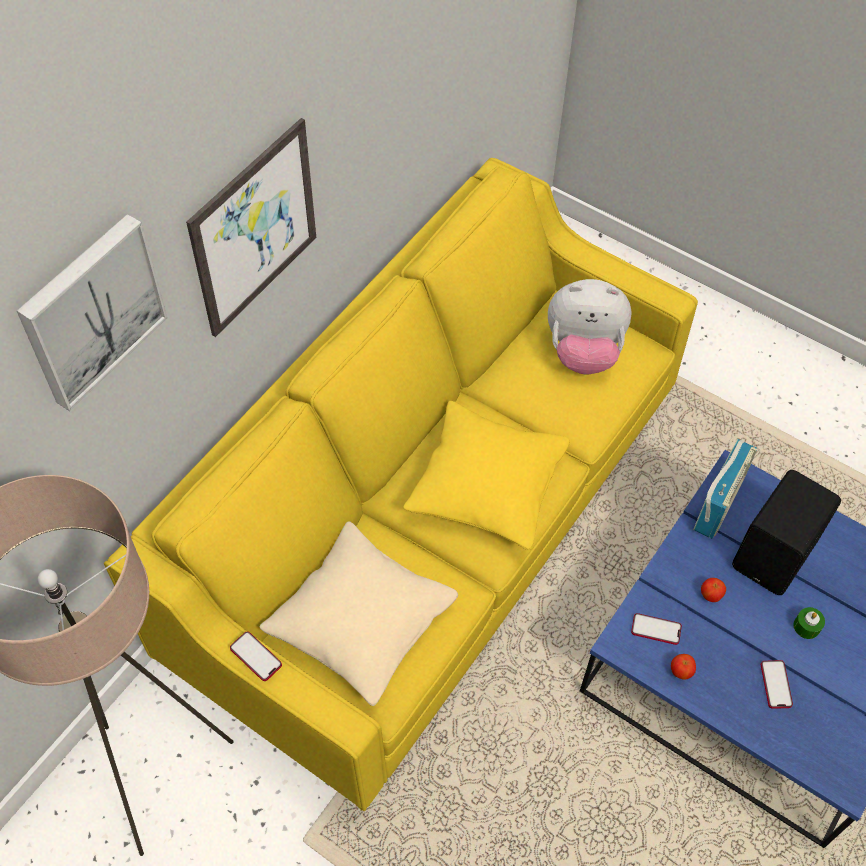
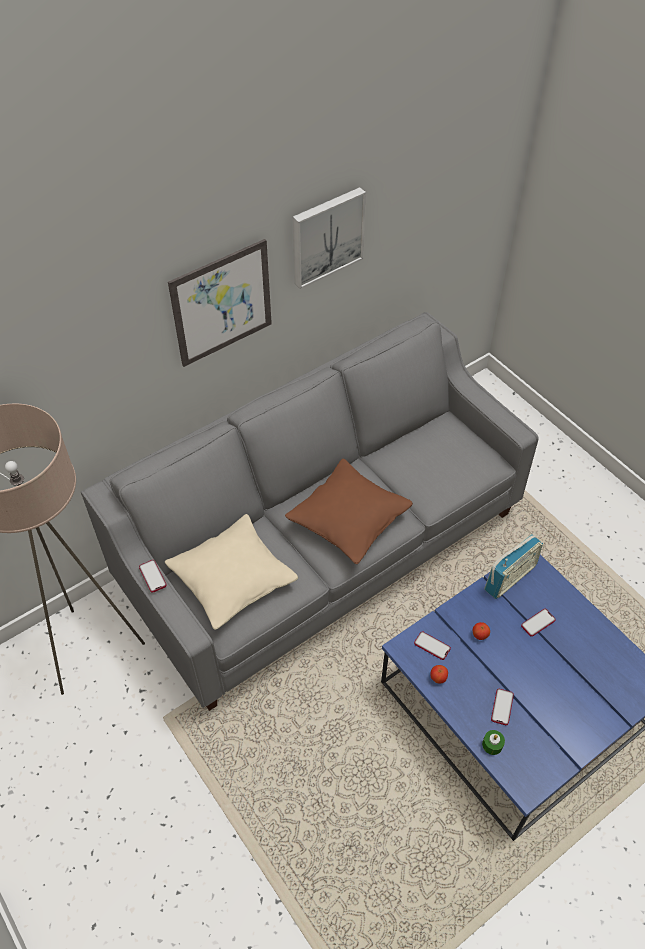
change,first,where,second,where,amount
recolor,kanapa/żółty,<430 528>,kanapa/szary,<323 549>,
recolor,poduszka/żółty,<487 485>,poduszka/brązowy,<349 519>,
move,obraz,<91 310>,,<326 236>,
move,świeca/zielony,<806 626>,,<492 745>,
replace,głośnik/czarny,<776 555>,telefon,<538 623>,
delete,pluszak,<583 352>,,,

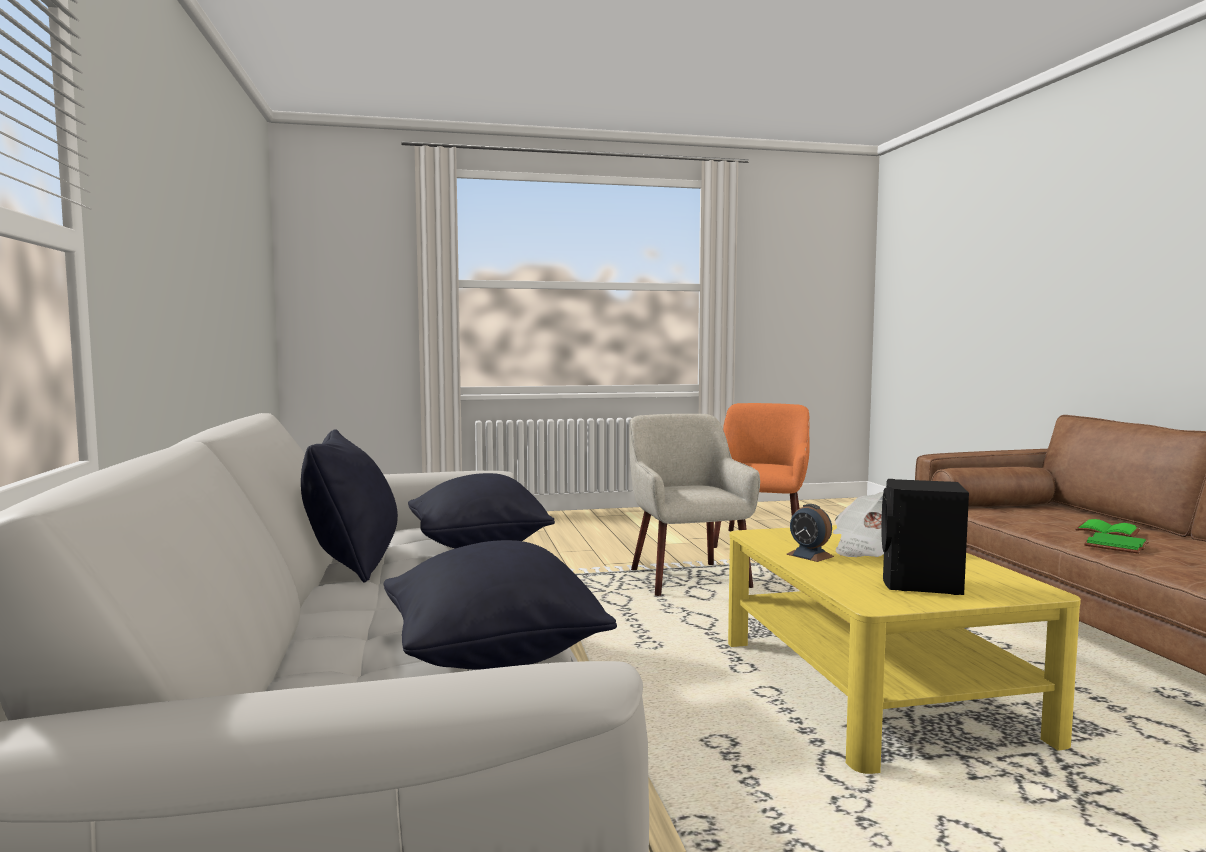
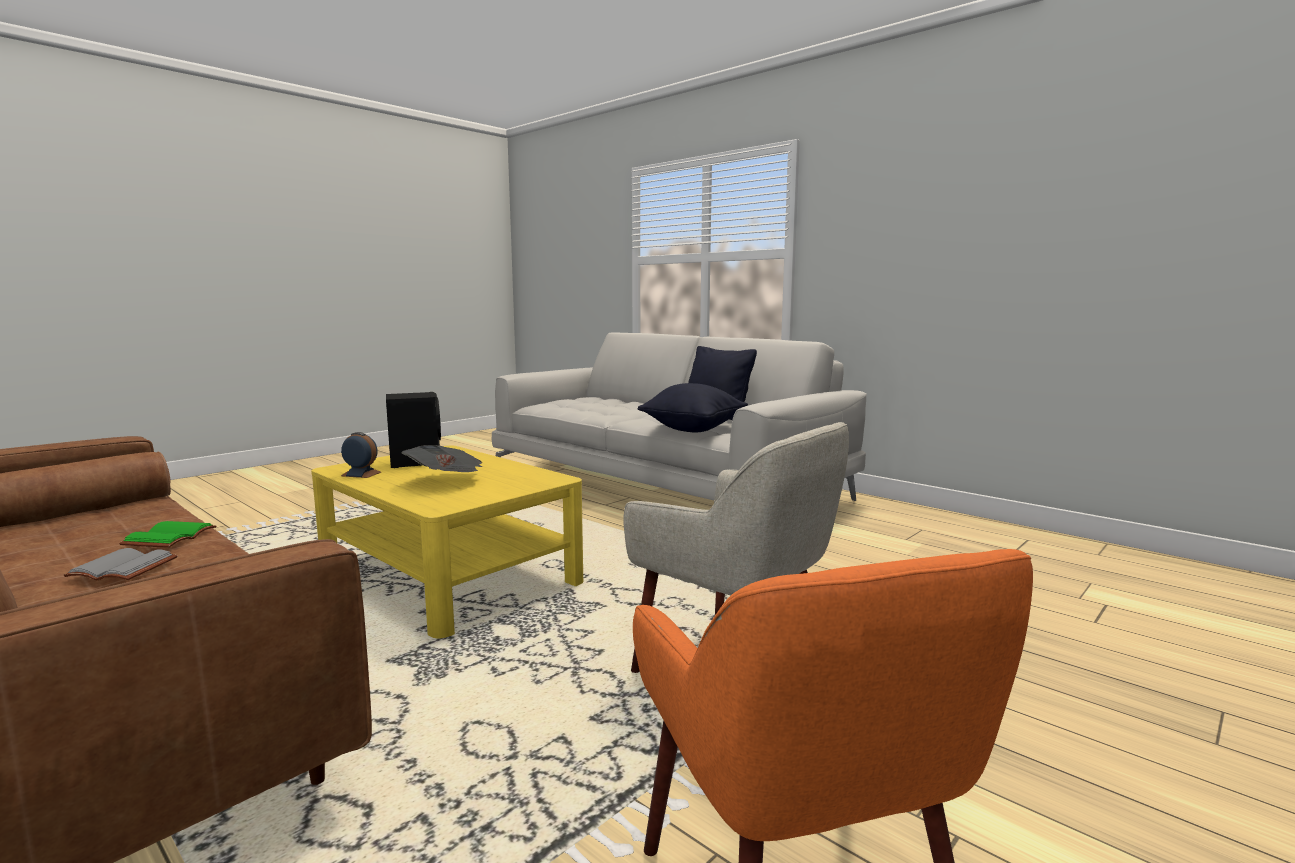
change,first,where,second,where,amount
recolor,książka/zielony,<1106 532>,książka/szary,<126 568>,
move,budzik,<810 555>,,<361 474>,
delete,poduszka/czarny,<492 657>,,,

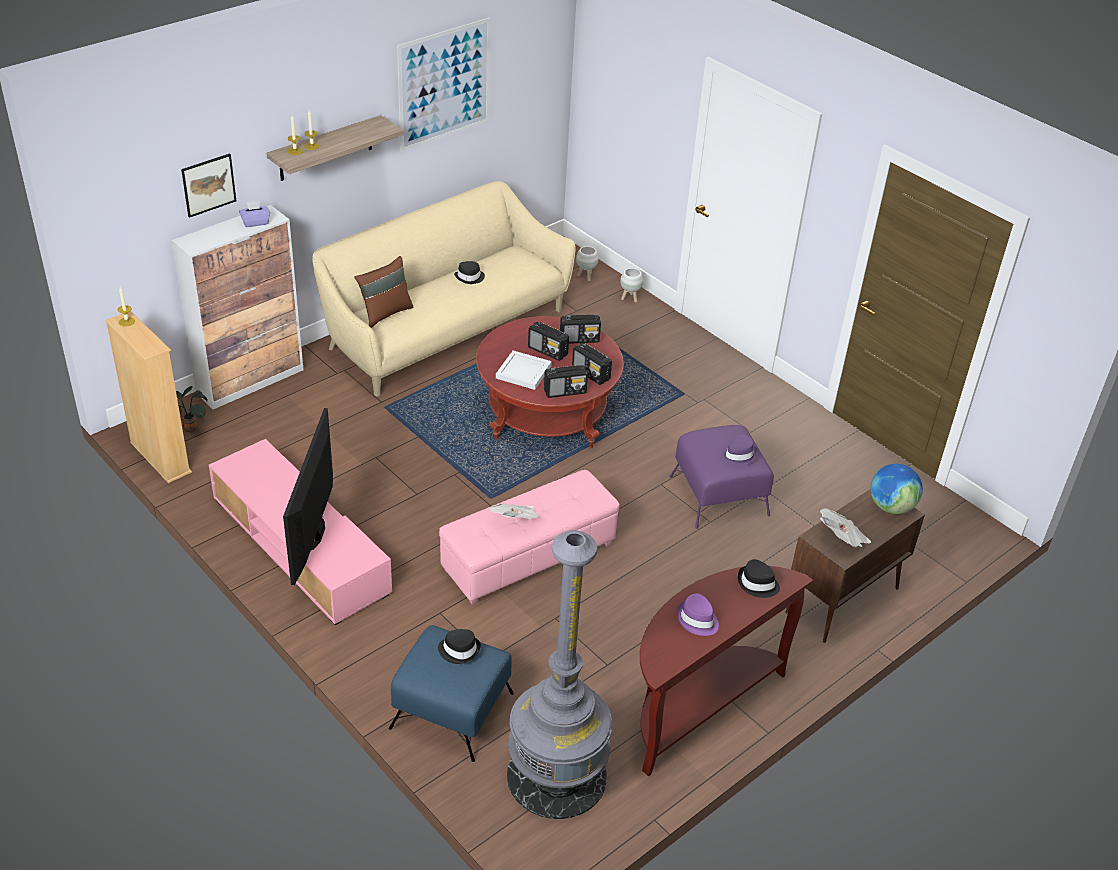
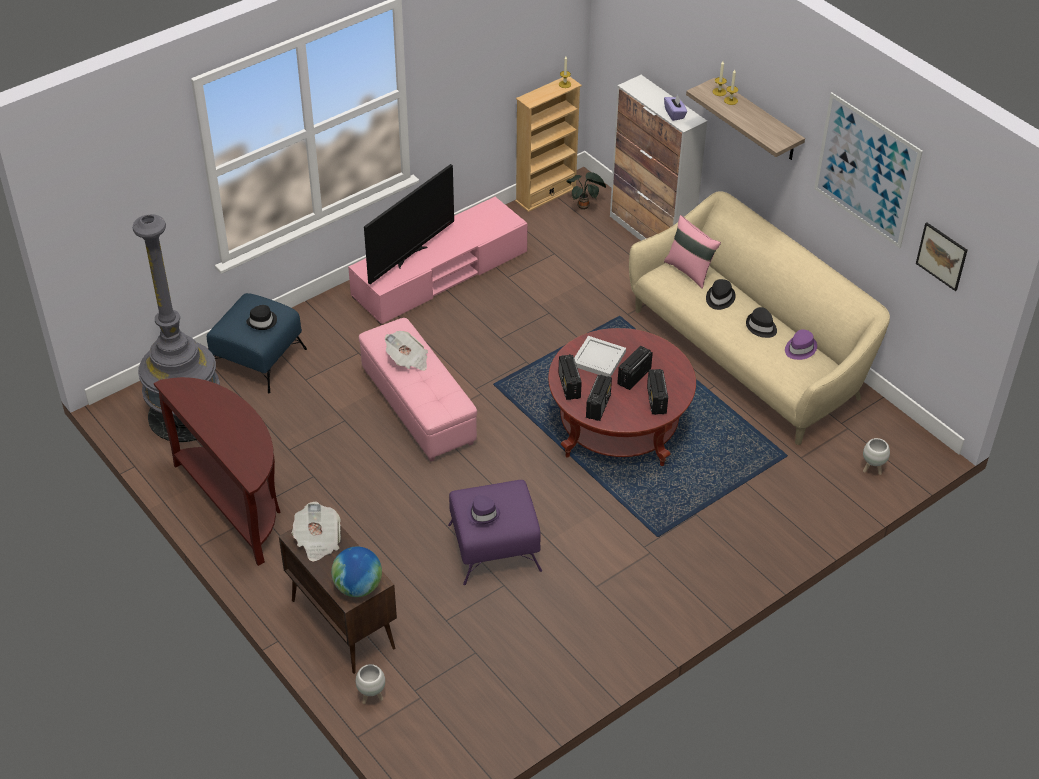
change,first,where,second,where,amount
move,donica/biały,<630 298>,,<372 697>,
rotate,telewizor,<316 534>,,<410 256>,120 degrees clockwise
rotate,radio,<591 374>,,<598 406>,150 degrees clockwise
recolor,poduszka/brązowy,<385 313>,poduszka/różowy,<690 271>,
move,kapelusz/czarny,<757 584>,,<719 298>,
move,kapelusz/fioletowy,<697 620>,,<799 348>,
move,obraz,<208 185>,,<942 256>,

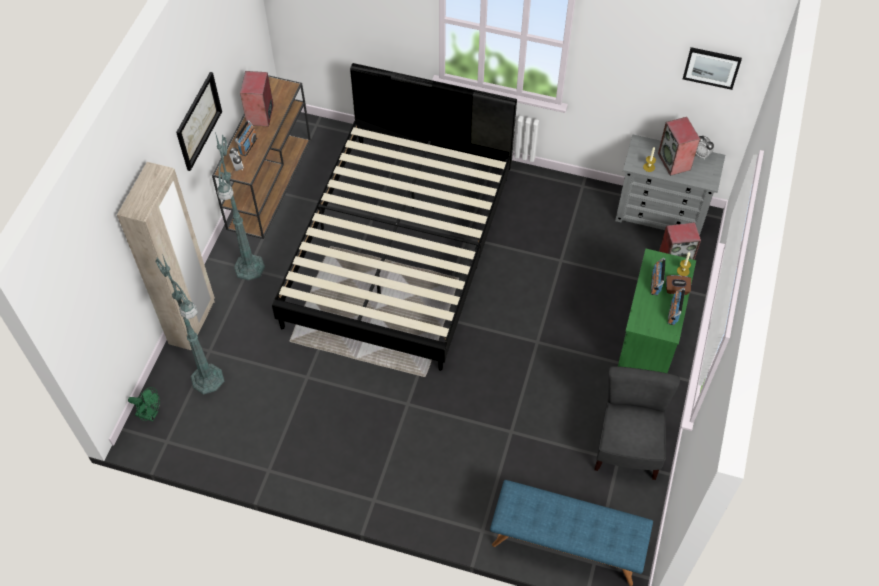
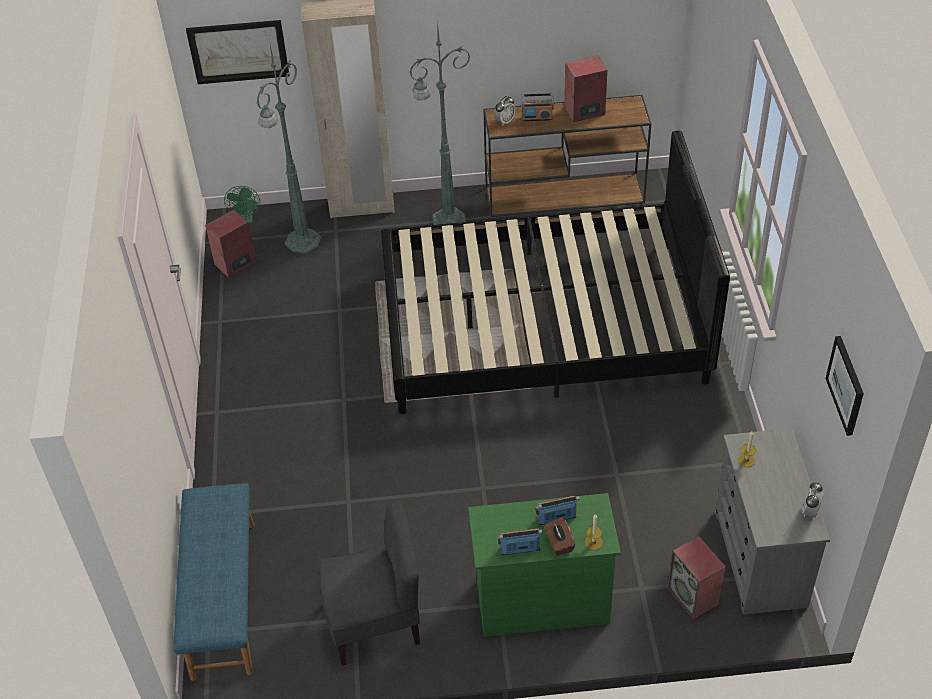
change,first,where,second,where,amount
move,obraz,<198 121>,,<238 51>,
move,głośnik,<674 162>,,<235 264>,

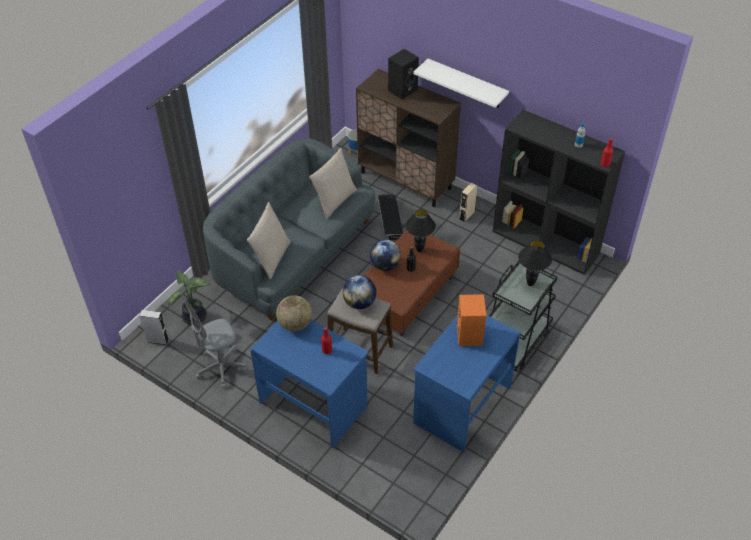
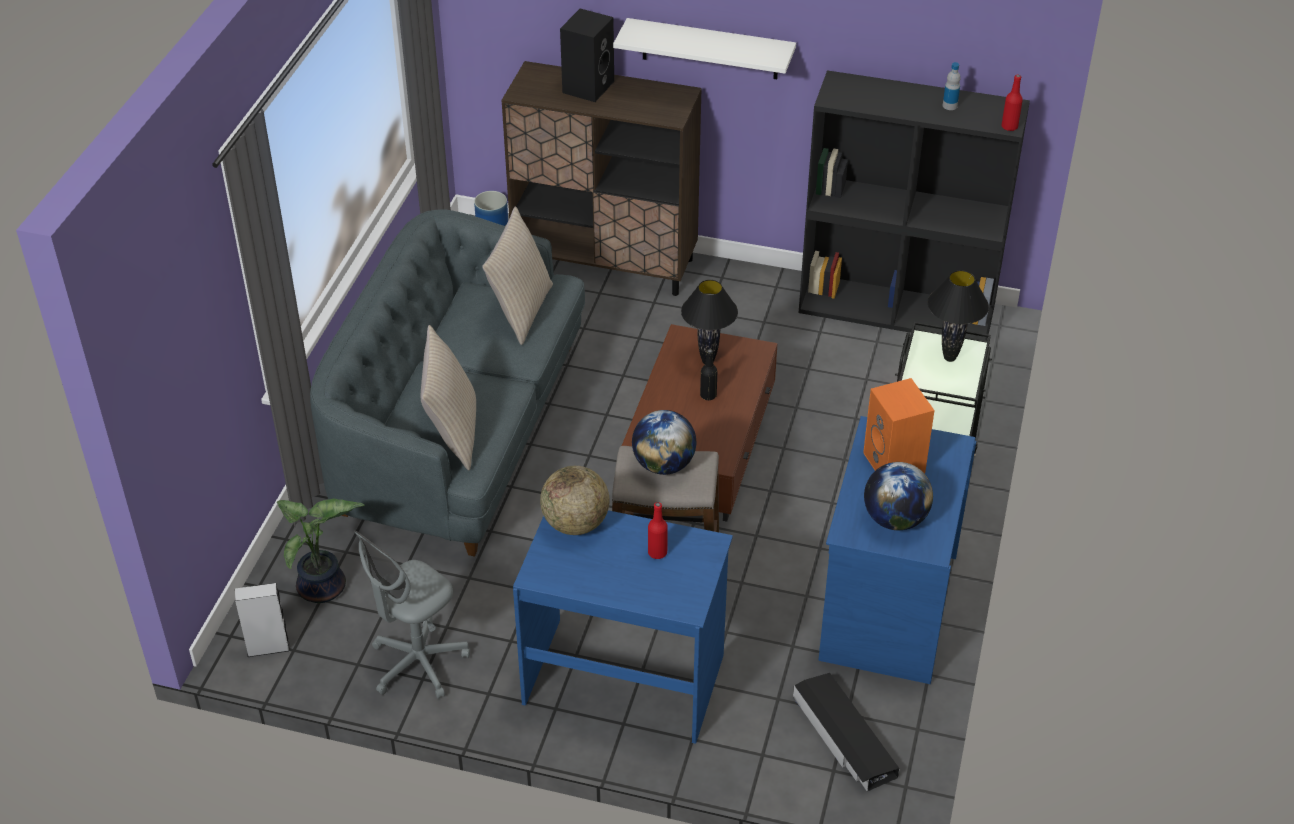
change,first,where,second,where,amount
move,pojemnik do przechowywania/czarny,<390 220>,,<844 737>,
move,globus,<385 265>,,<895 519>,
delete,głośnik/beżowy,<466 216>,,,

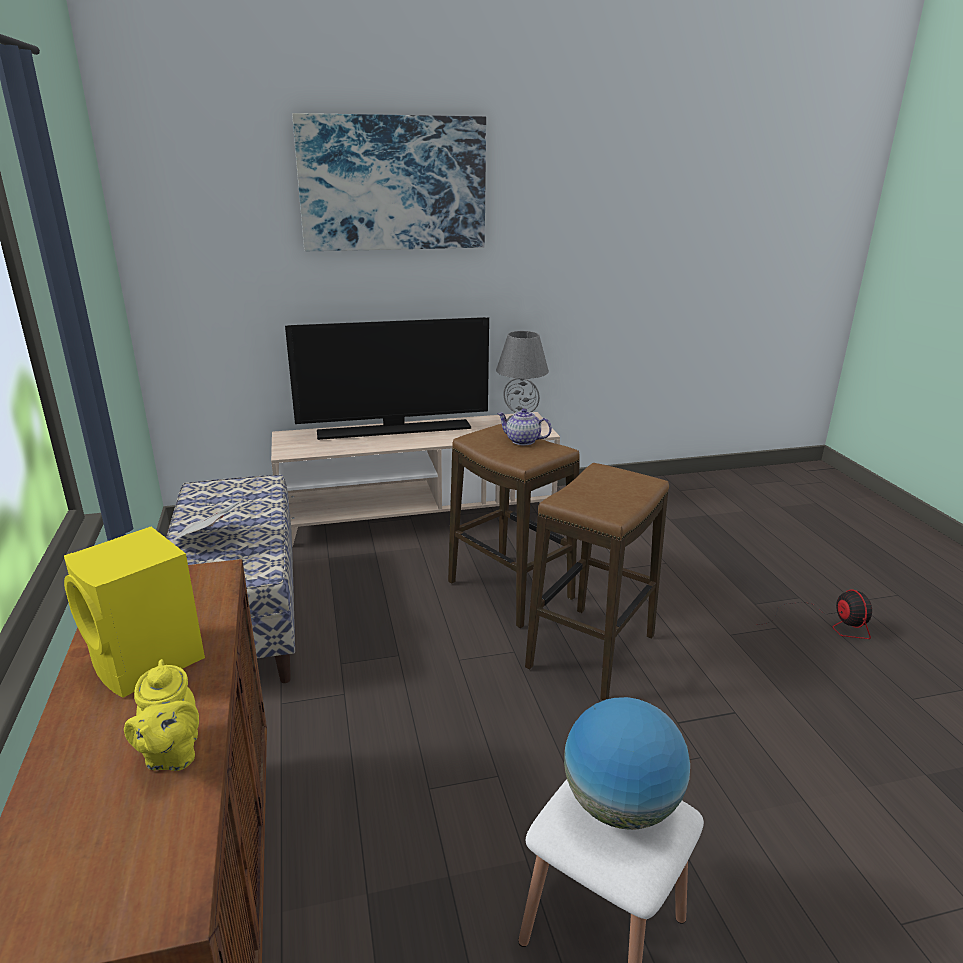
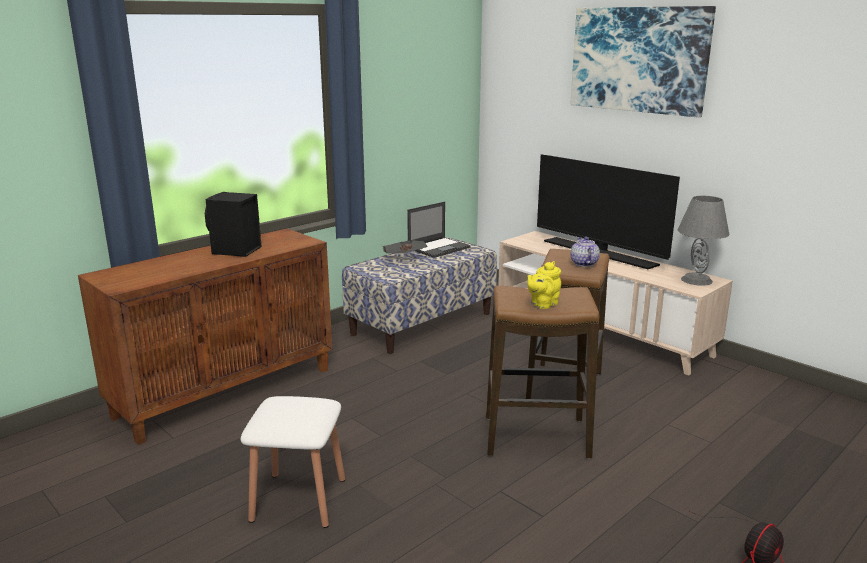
change,first,where,second,where,amount
recolor,głośnik/żółty,<148 663>,głośnik/czarny,<235 251>,
insert,,,laptop,<439 248>,
move,imbryk/żółty,<171 754>,,<542 304>,
delete,globus,<620 805>,,,

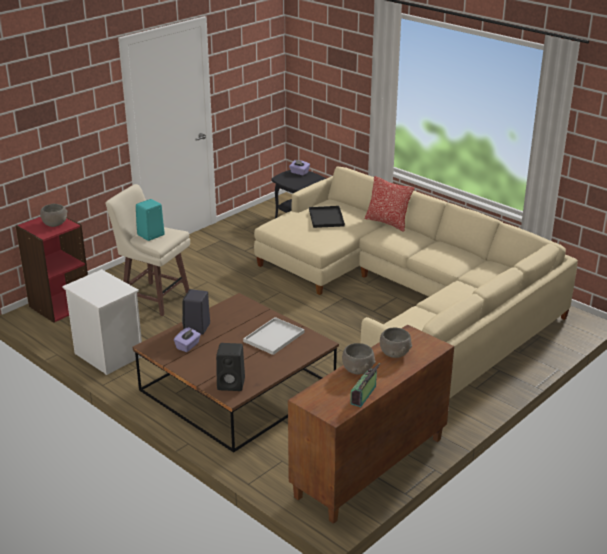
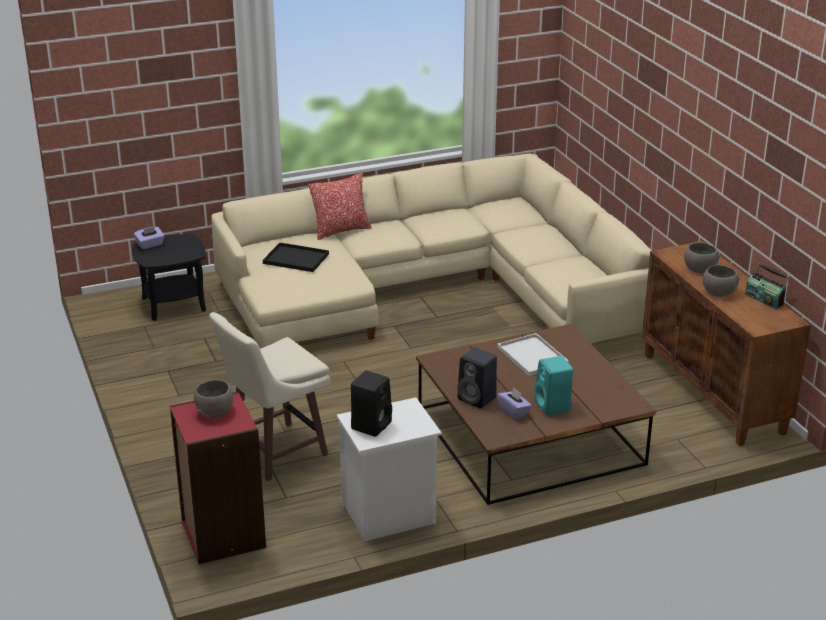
change,first,where,second,where,amount
move,głośnik/czarny,<232 384>,,<371 425>,
move,głośnik/turkusowy,<150 235>,,<553 407>,

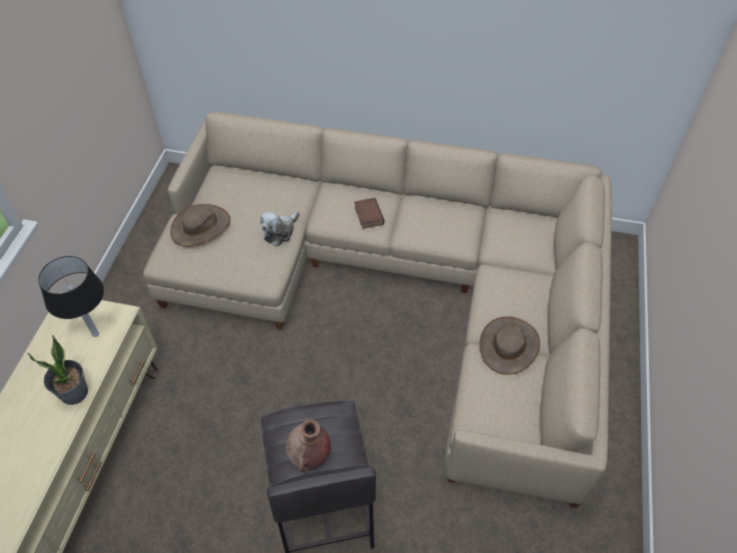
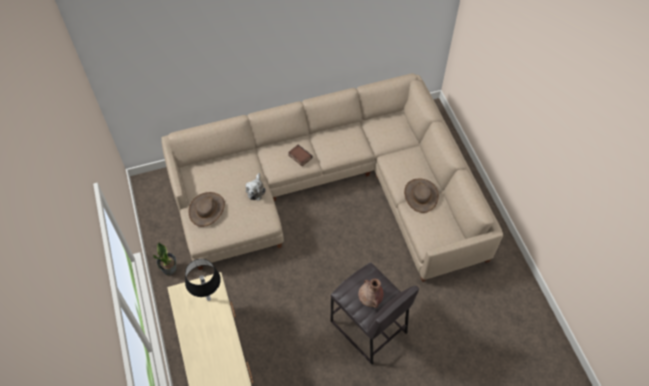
change,first,where,second,where,amount
move,roślina doniczkowa,<74 393>,,<169 269>,

